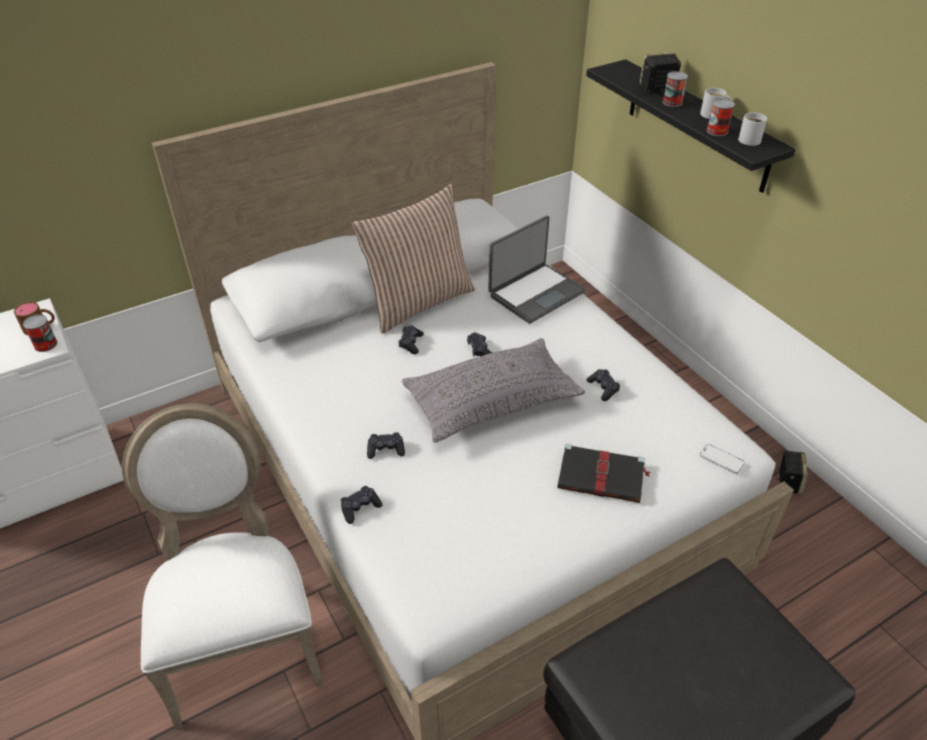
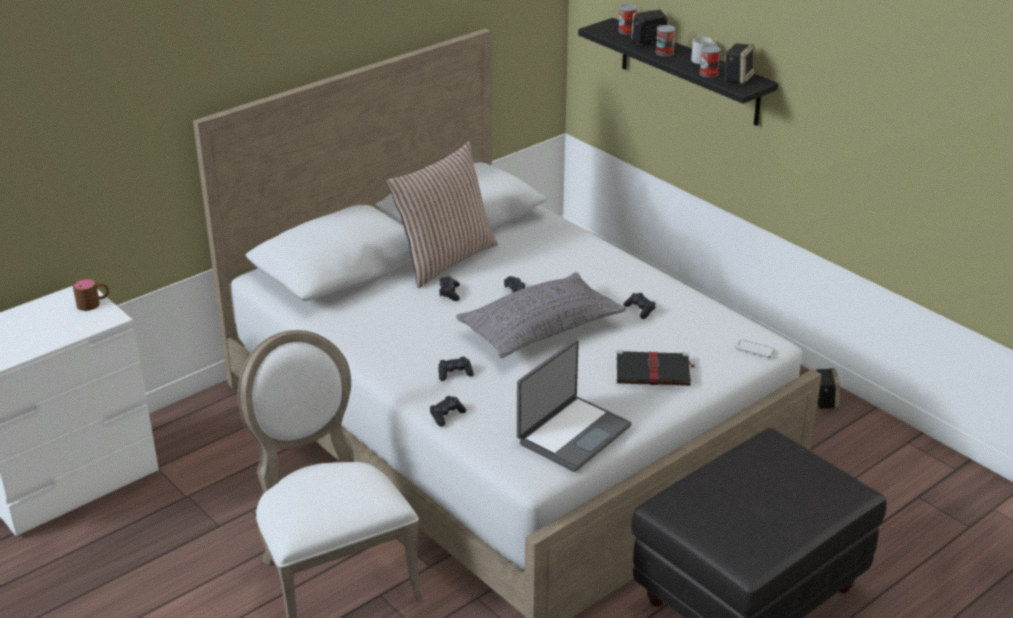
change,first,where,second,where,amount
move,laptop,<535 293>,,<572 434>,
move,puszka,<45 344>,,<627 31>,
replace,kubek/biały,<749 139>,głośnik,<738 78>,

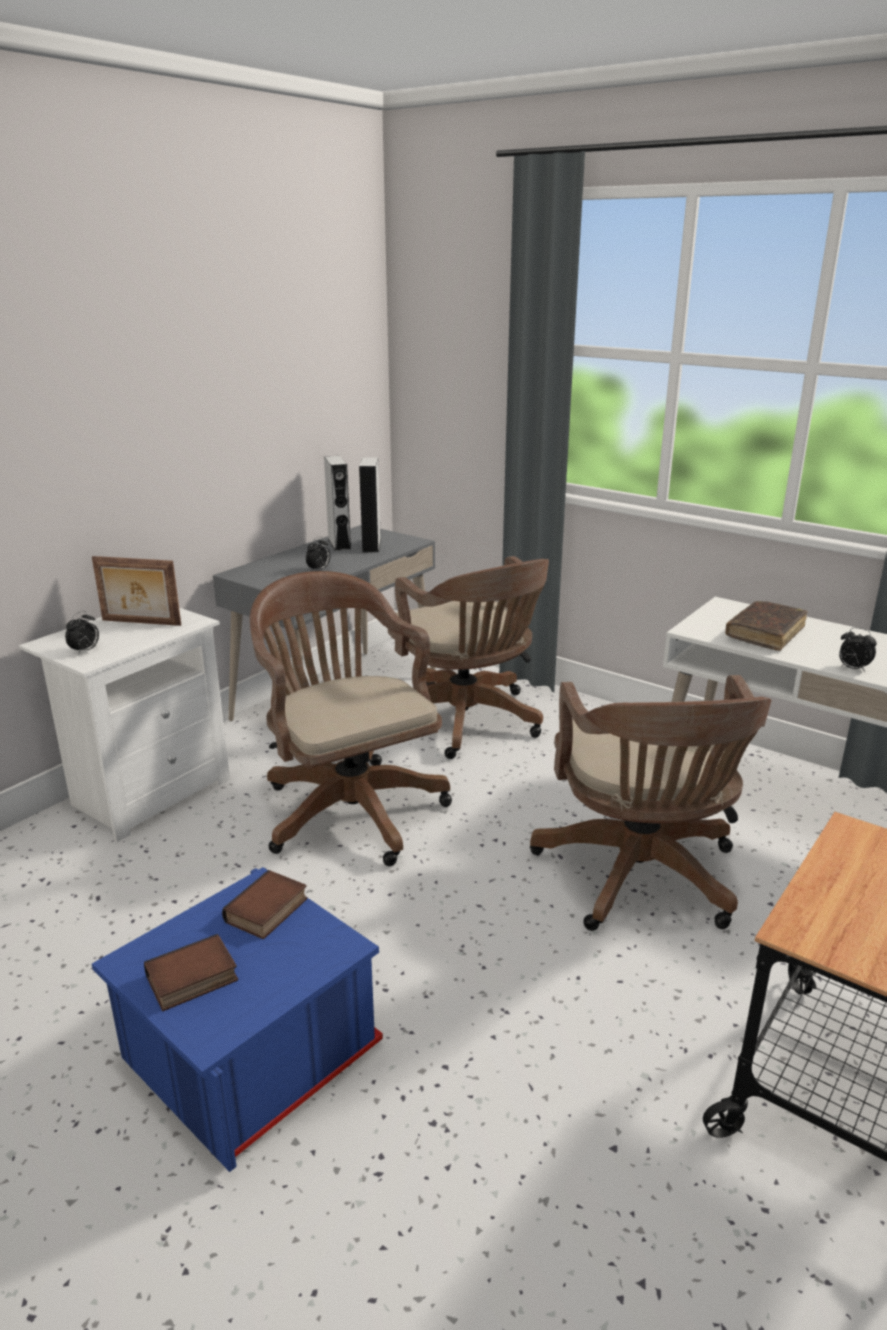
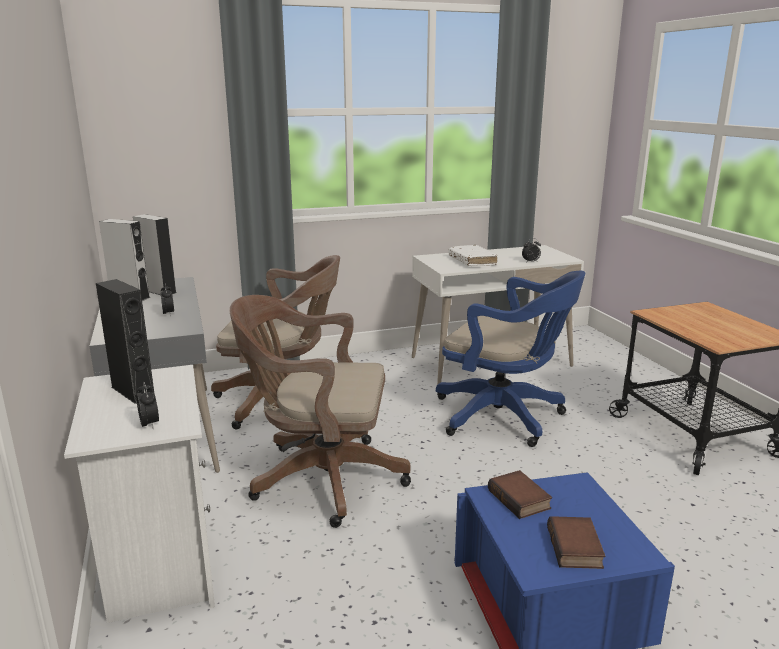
change,first,where,second,where,amount
replace,ramka na zdjęcie,<140 623>,głośnik/czarny,<133 392>,
recolor,krzesło biurowe/brązowy,<640 879>,krzesło biurowe/niebieski,<504 417>,
recolor,książka/brązowy,<765 633>,książka/biały,<472 261>,

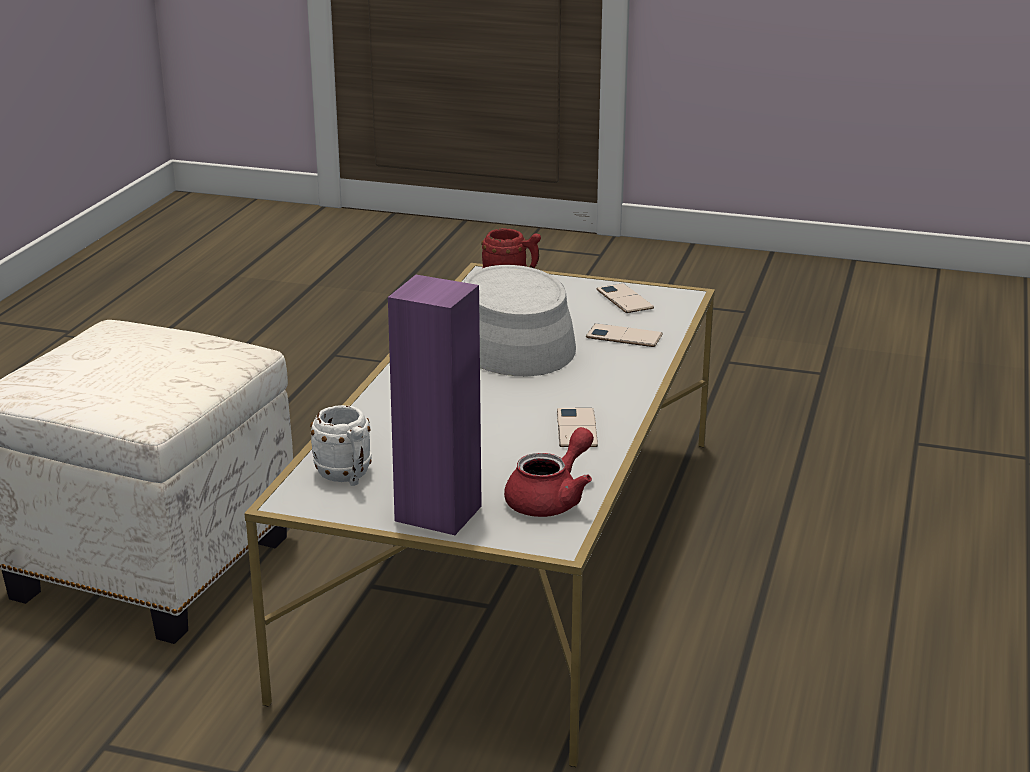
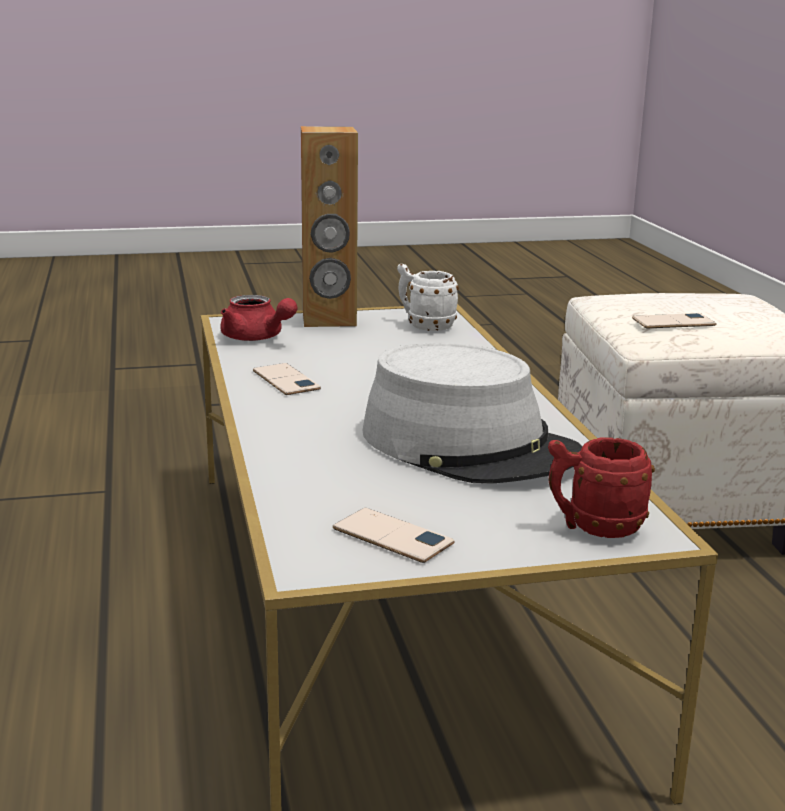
change,first,where,second,where,amount
rotate,imbryk/czerwony,<551 499>,,<256 338>,60 degrees counterclockwise
recolor,głośnik/fioletowy,<439 513>,głośnik/brązowy,<329 320>,
move,telefon,<624 336>,,<673 322>,

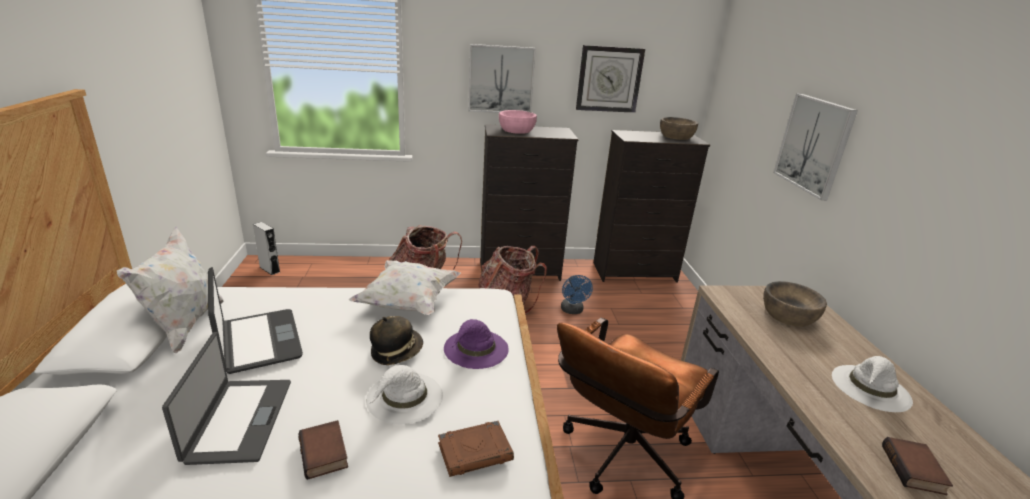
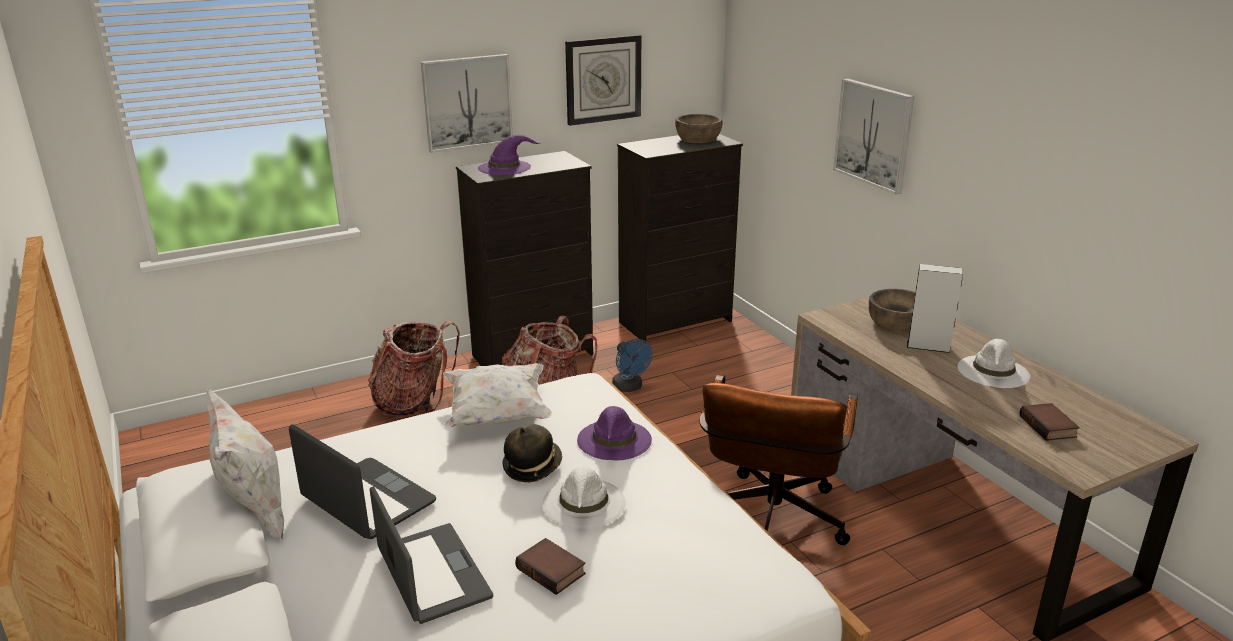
change,first,where,second,where,amount
replace,miska/różowy,<516 130>,kapelusz/fioletowy,<505 167>,
move,głośnik/szary,<269 269>,,<928 346>,
delete,książka/brązowy,<475 452>,,,

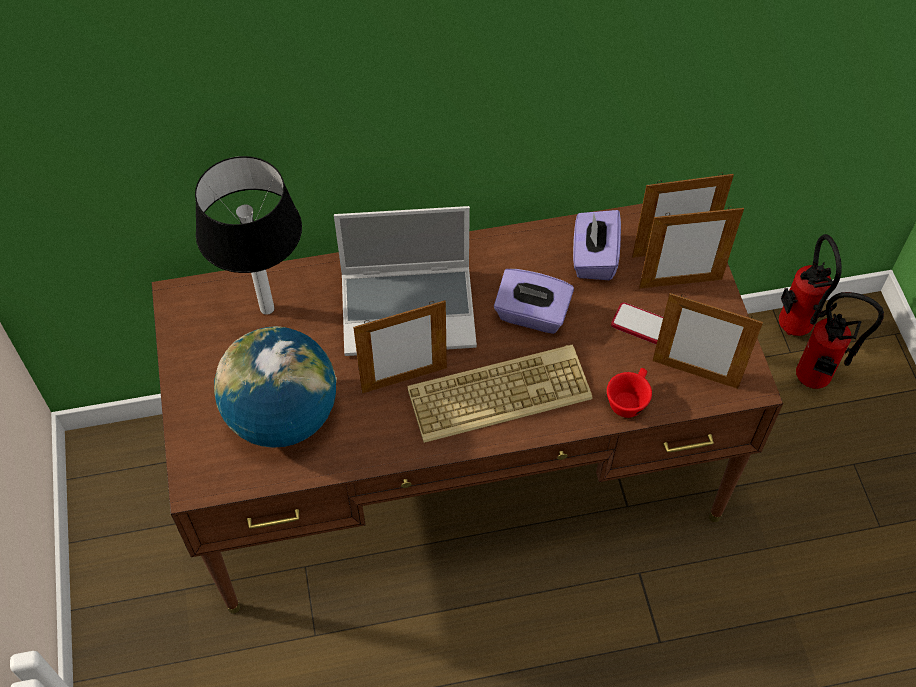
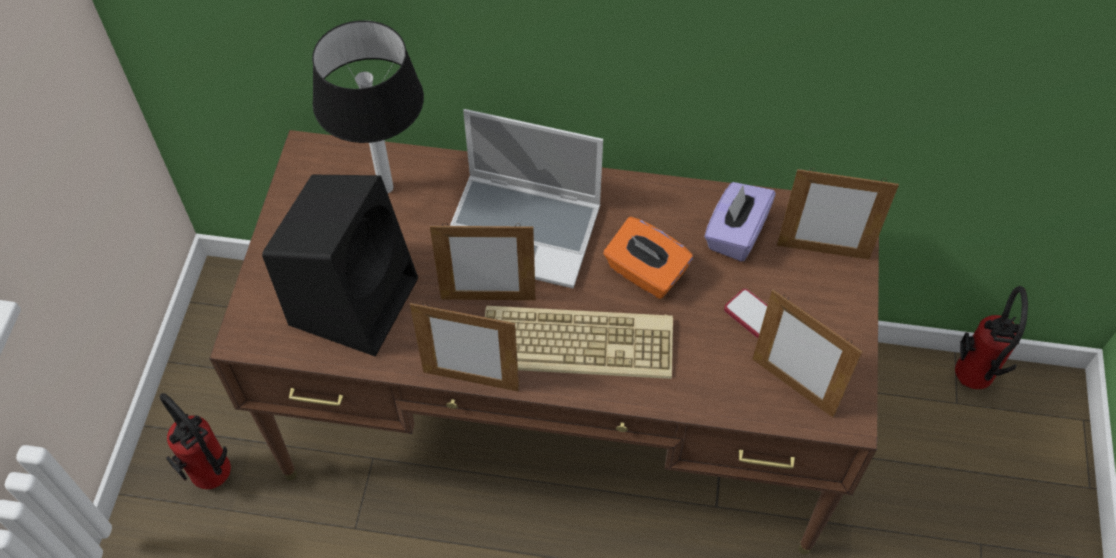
change,first,where,second,where,amount
move,gaśnica,<817 382>,,<214 480>,
replace,globus,<282 417>,głośnik/czarny,<354 298>,
move,ramka na zdjęcie,<680 283>,,<471 381>,
recolor,pudełko chusteczek/fioletowy,<531 315>,pudełko chusteczek/pomarańczowy,<645 273>,
delete,filiżanka/czerwony,<628 400>,,,

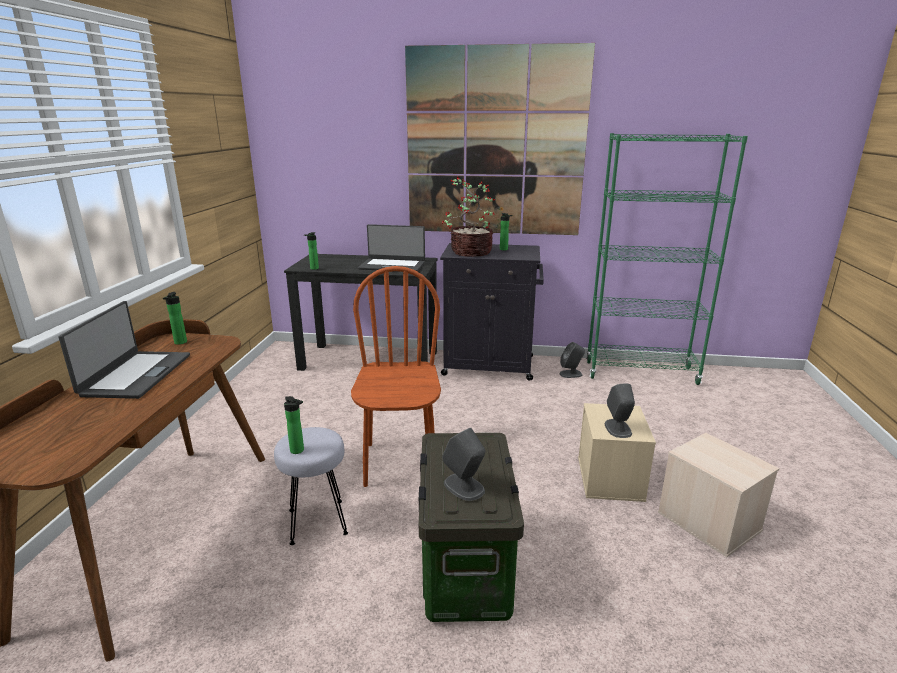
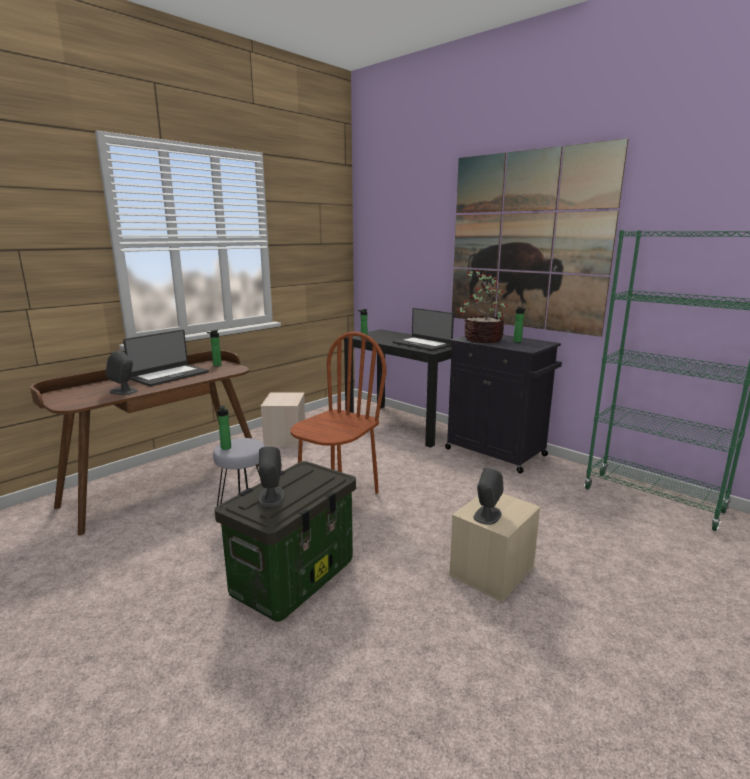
change,first,where,second,where,amount
move,głośnik/szary,<571 374>,,<124 391>,
move,pojemnik do przechowywania/beżowy,<707 521>,,<285 437>,

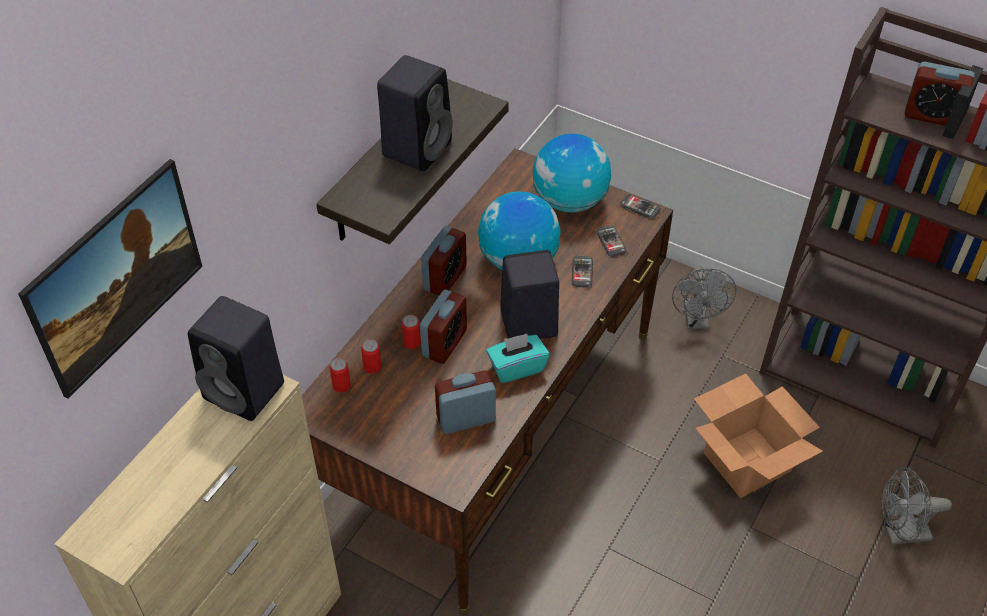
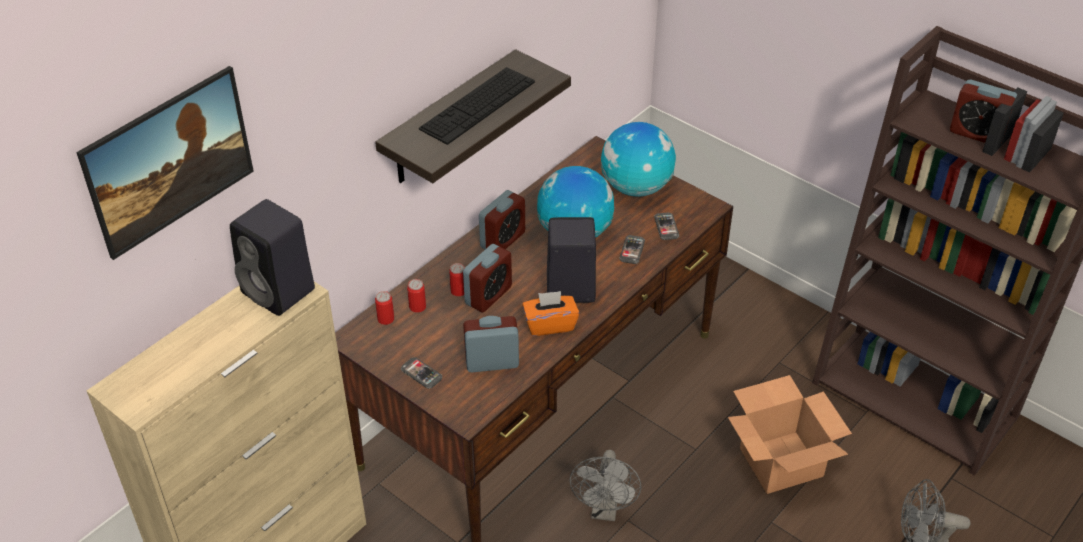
change,first,where,second,where,amount
move,telefon,<640 207>,,<421 374>,
replace,głośnik/czarny,<417 147>,klawiatura,<478 105>,
recolor,pudełko chusteczek/turkusowy,<517 367>,pudełko chusteczek/pomarańczowy,<550 324>,
move,wentylator/szary,<697 320>,,<605 510>,

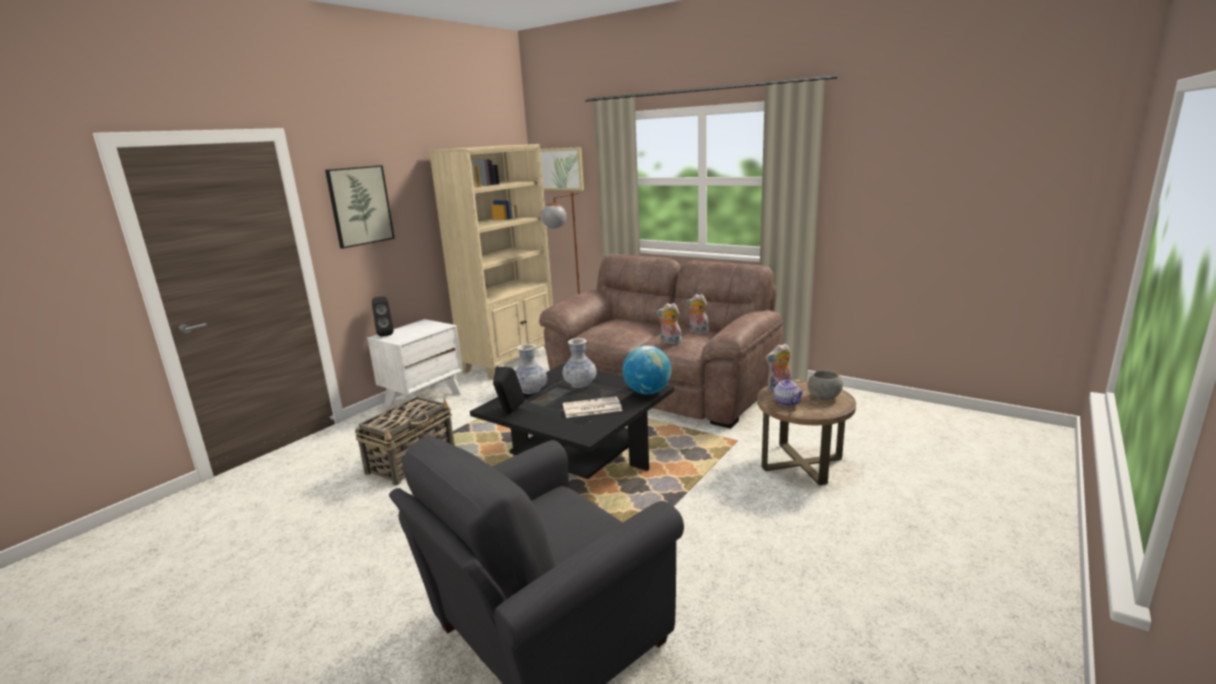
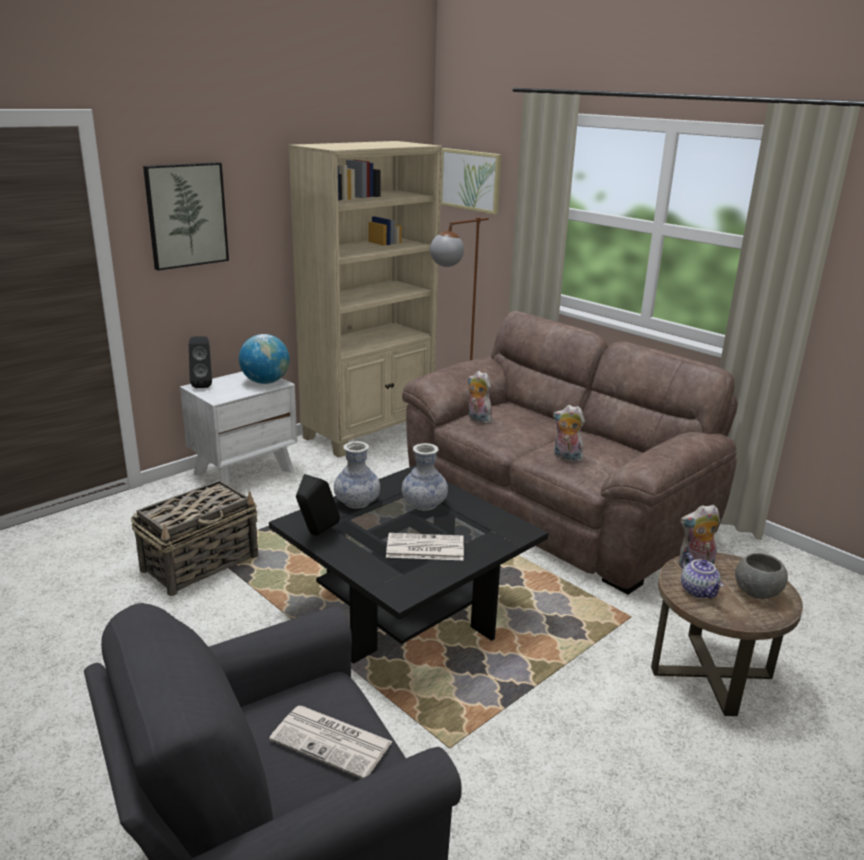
change,first,where,second,where,amount
move,globus,<647 392>,,<265 382>,
insert,,,gazeta,<333 741>,
move,pluszak,<698 332>,,<477 420>,

